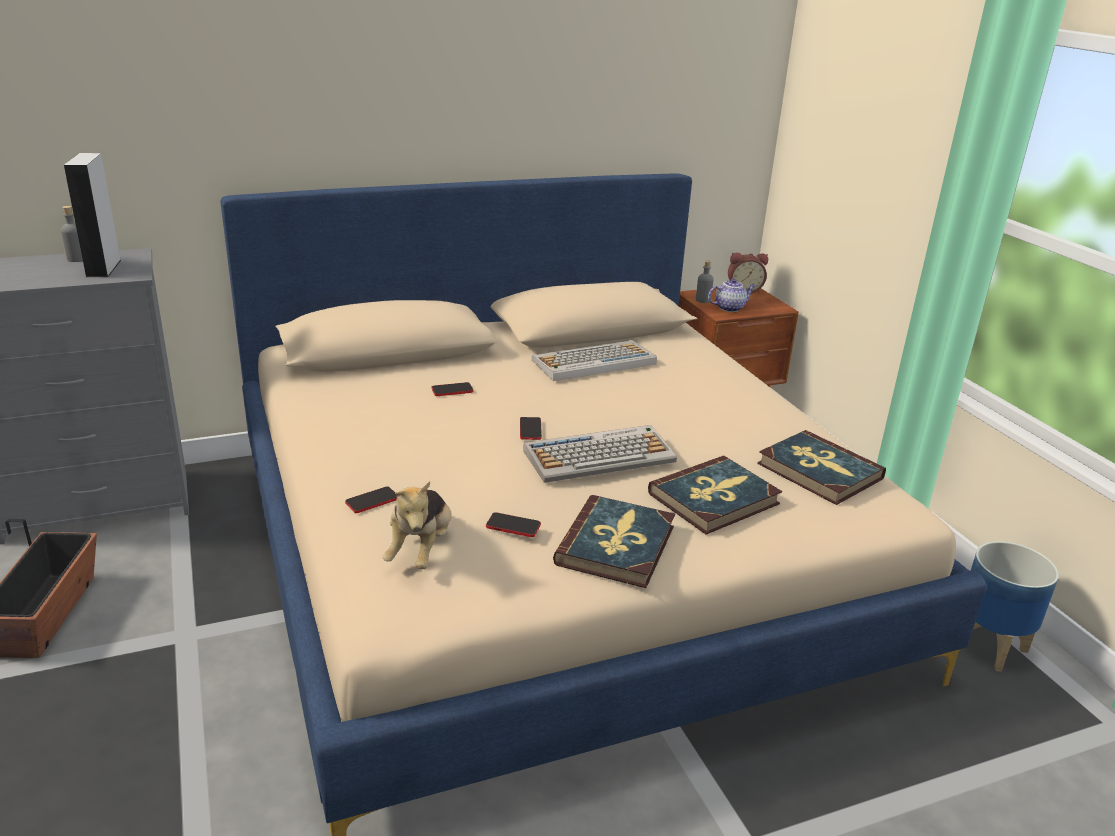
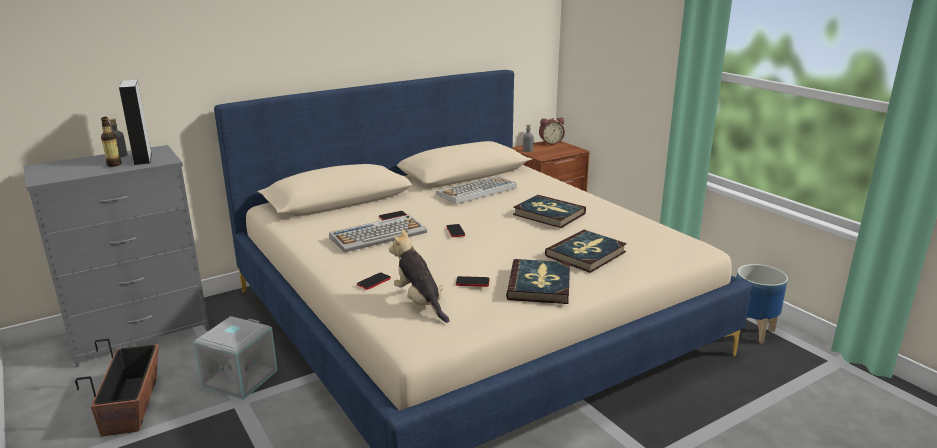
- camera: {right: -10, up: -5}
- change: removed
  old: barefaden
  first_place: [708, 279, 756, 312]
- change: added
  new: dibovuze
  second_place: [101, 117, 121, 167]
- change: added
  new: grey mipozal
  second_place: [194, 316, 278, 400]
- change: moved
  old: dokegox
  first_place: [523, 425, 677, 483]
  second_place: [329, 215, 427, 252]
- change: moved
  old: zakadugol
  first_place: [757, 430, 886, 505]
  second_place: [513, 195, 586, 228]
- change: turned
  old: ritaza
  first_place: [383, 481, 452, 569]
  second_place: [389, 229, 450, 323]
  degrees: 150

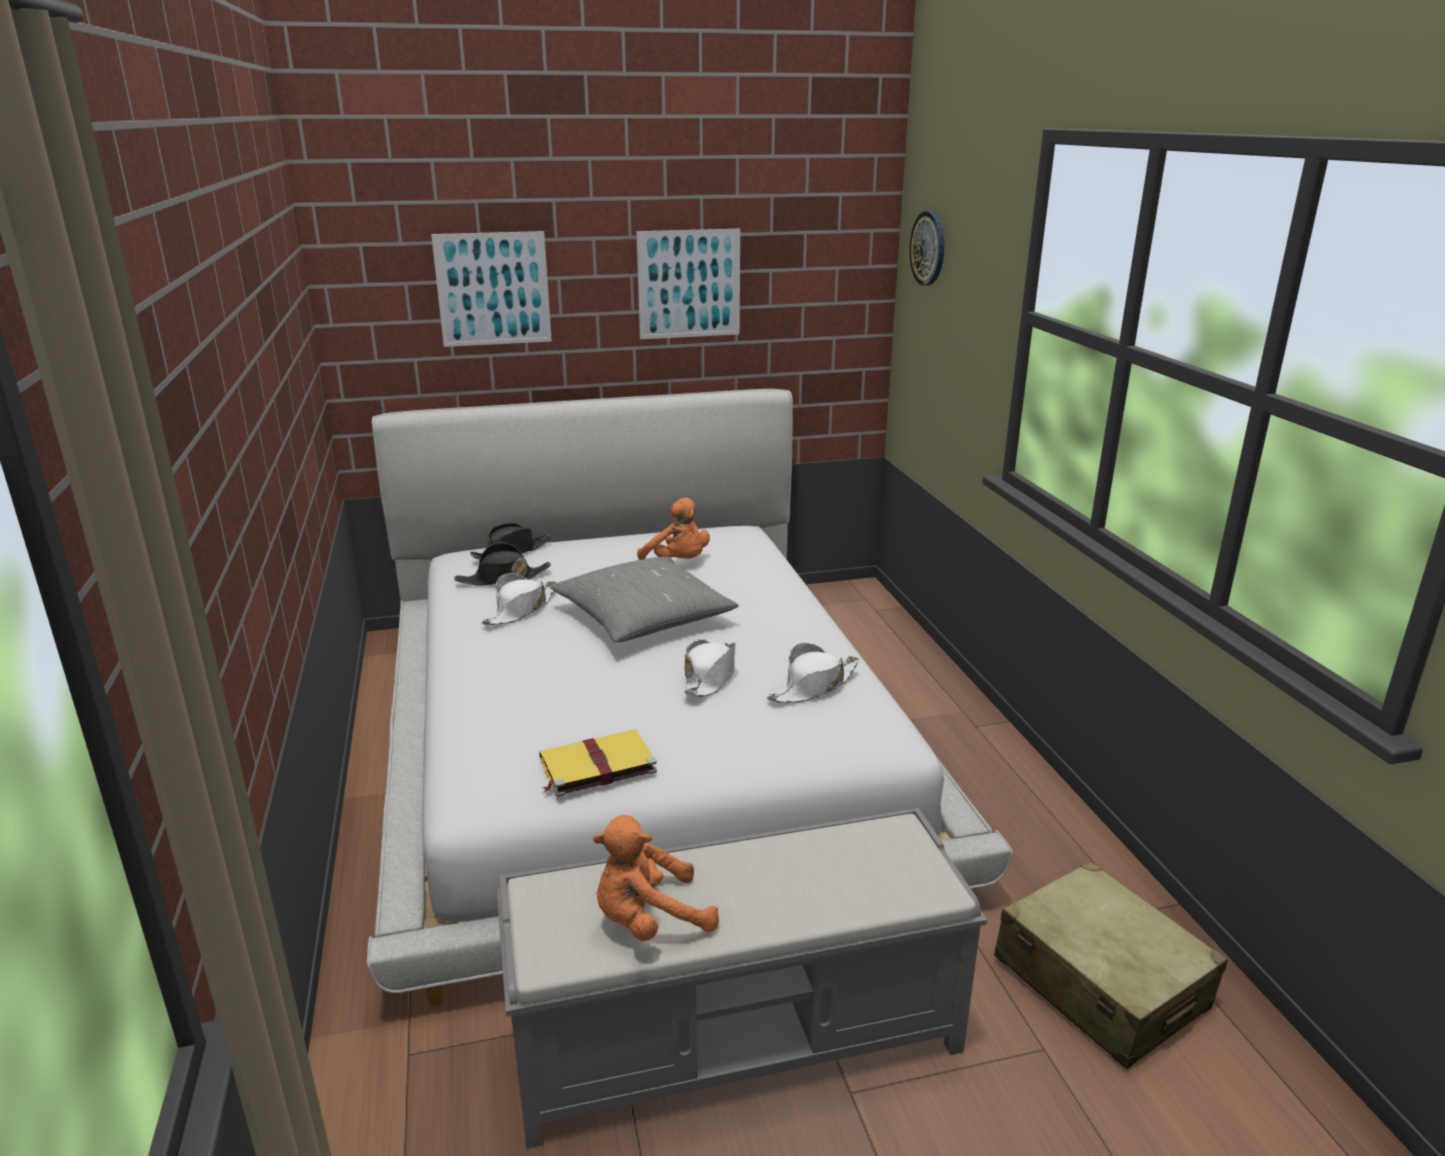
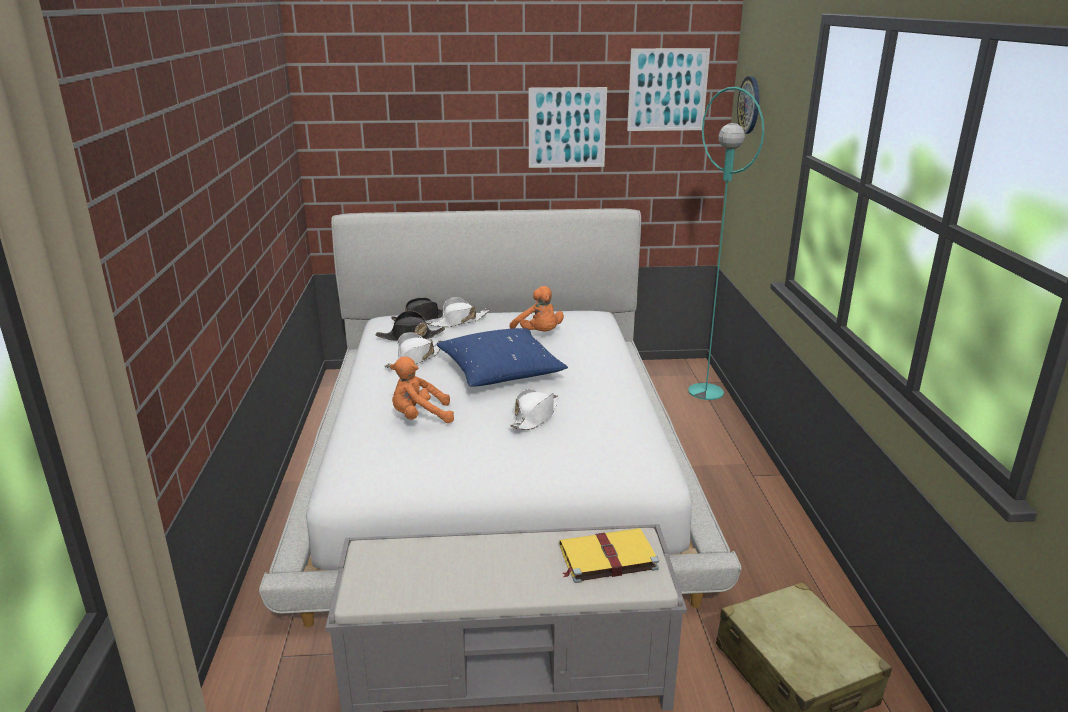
- camera: {right: 10, up: 0}
- change: added
  new: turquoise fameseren
  second_place: [688, 87, 764, 400]
- change: moved
  old: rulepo
  first_place: [431, 231, 552, 347]
  second_place: [627, 48, 710, 131]
- change: moved
  old: yellow zakadugol
  first_place: [539, 730, 657, 797]
  second_place: [559, 528, 659, 583]
- change: moved
  old: orange ritaza
  first_place: [593, 815, 719, 941]
  second_place: [390, 356, 454, 423]
- change: moved
  old: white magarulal
  first_place: [767, 643, 860, 703]
  second_place: [427, 297, 489, 327]
- change: recoloured
  old: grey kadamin
  new: blue kadamin
  first_place: [550, 556, 739, 642]
  second_place: [436, 328, 568, 387]

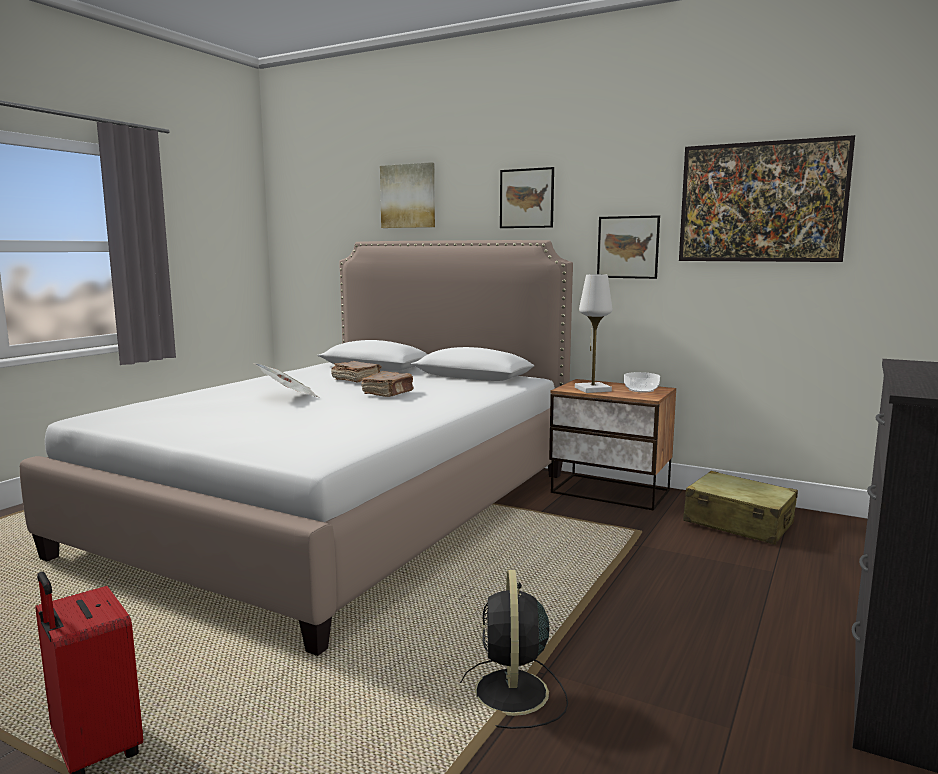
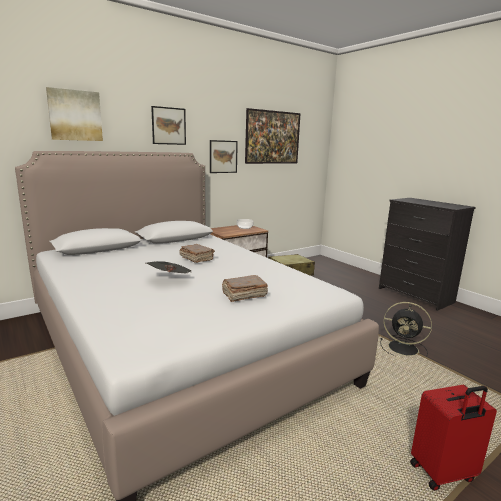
- camera: {right: -65, up: 5}
- change: removed
  old: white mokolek
  first_place: [575, 274, 612, 393]
- change: moved
  old: brown zakadugol
  first_place: [331, 361, 381, 382]
  second_place: [222, 275, 268, 302]

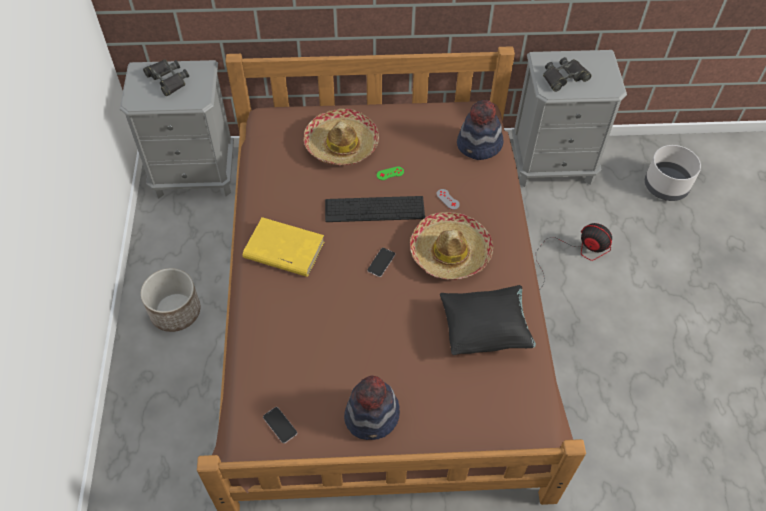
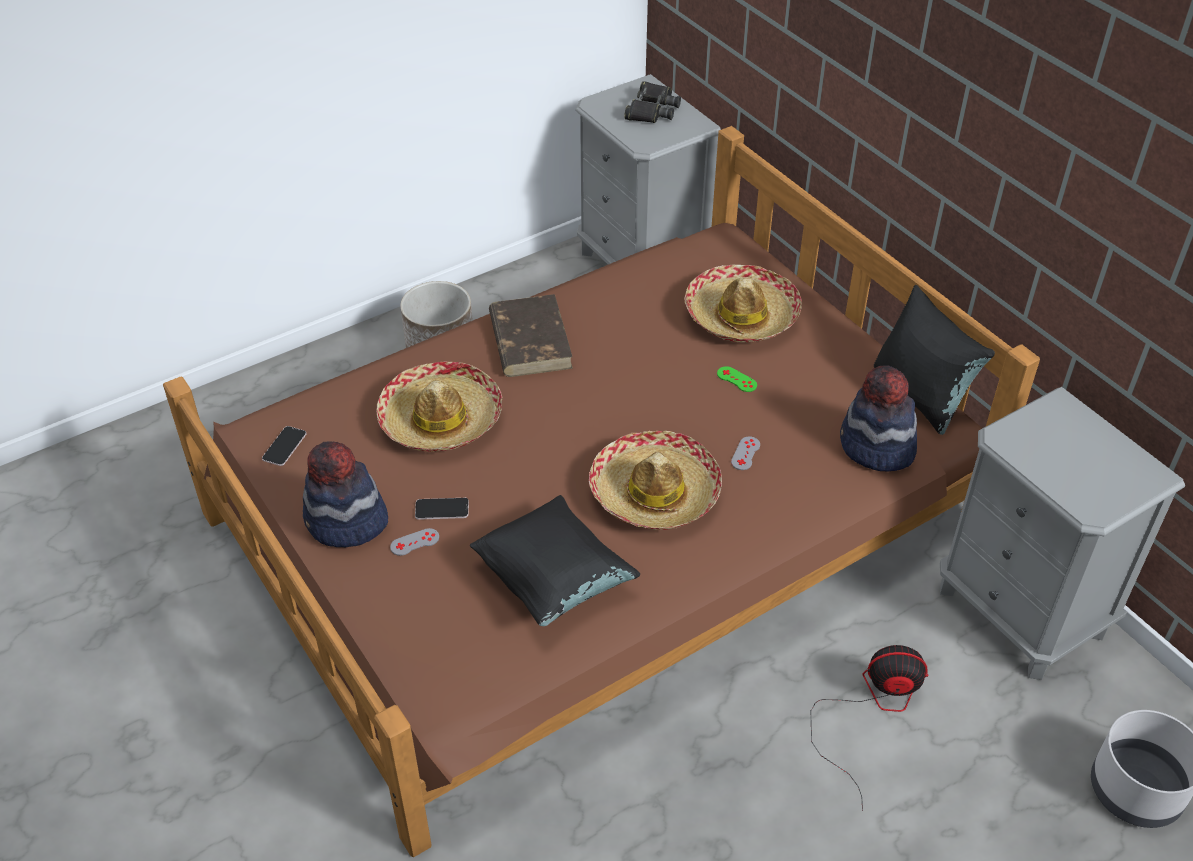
- camera: {right: 60, up: -10}
- change: removed
  old: dokegox
  first_place: [325, 196, 425, 222]
- change: removed
  old: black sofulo
  first_place: [543, 57, 592, 92]
- change: added
  new: magarulal
  second_place: [376, 361, 503, 452]
- change: added
  new: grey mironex
  second_place: [390, 528, 439, 556]
- change: added
  new: black kadamin
  second_place: [874, 285, 995, 435]
- change: moved
  old: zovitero
  first_place: [367, 248, 395, 277]
  second_place: [415, 498, 469, 520]
- change: recoloured
  old: yellow zakadugol
  new: brown zakadugol
  first_place: [242, 217, 325, 277]
  second_place: [489, 294, 573, 377]
- change: turned
  old: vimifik
  first_place: [536, 223, 612, 289]
  second_place: [811, 645, 929, 811]
  degrees: -90

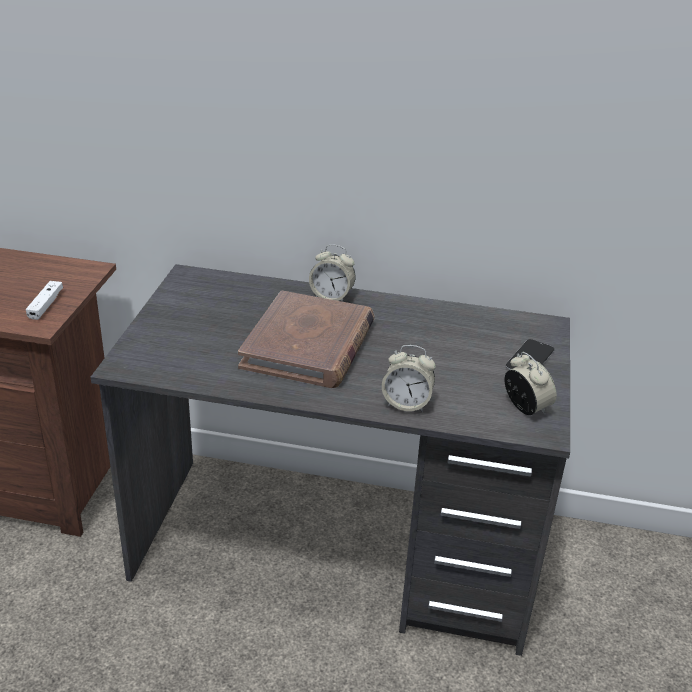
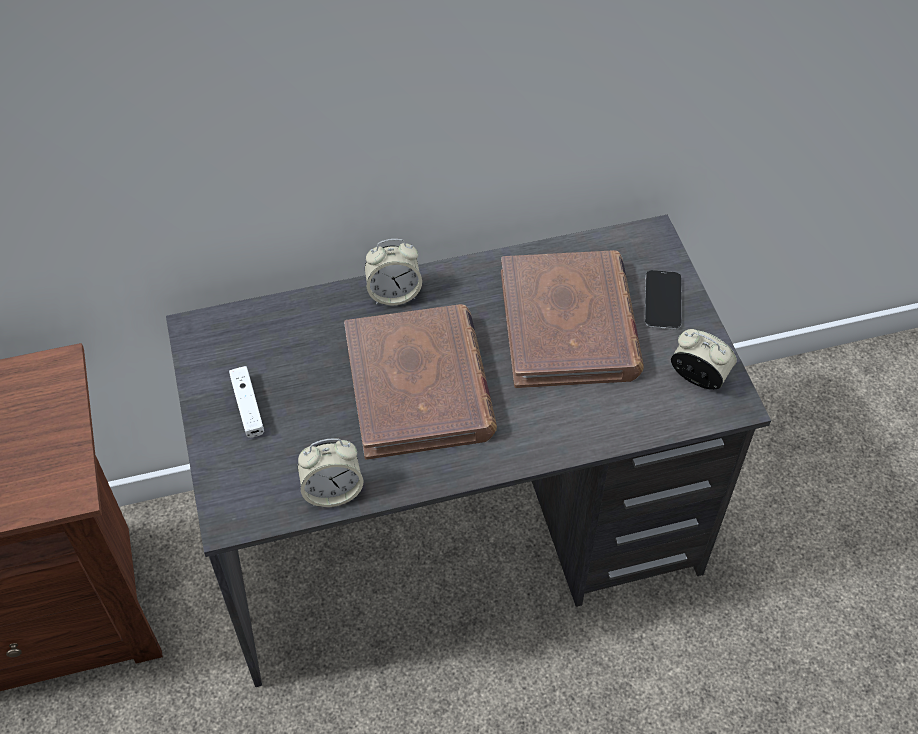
- camera: {right: -25, up: 20}
- change: added
  new: brown zakadugol
  second_place: [501, 250, 644, 388]
- change: moved
  old: white mironex
  first_place: [26, 281, 63, 320]
  second_place: [229, 366, 264, 438]
- change: moved
  old: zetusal
  first_place: [382, 345, 436, 412]
  second_place: [298, 439, 363, 507]

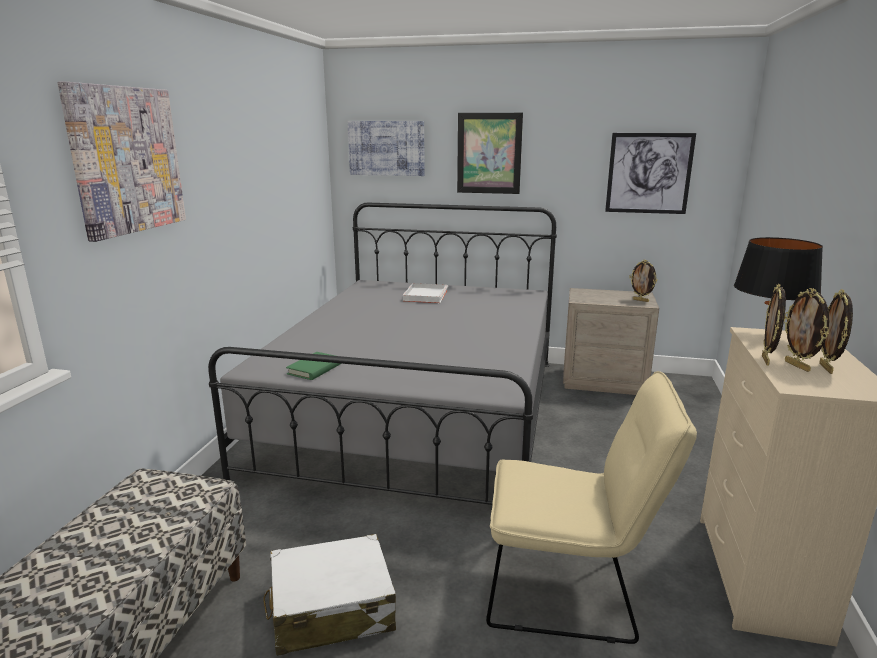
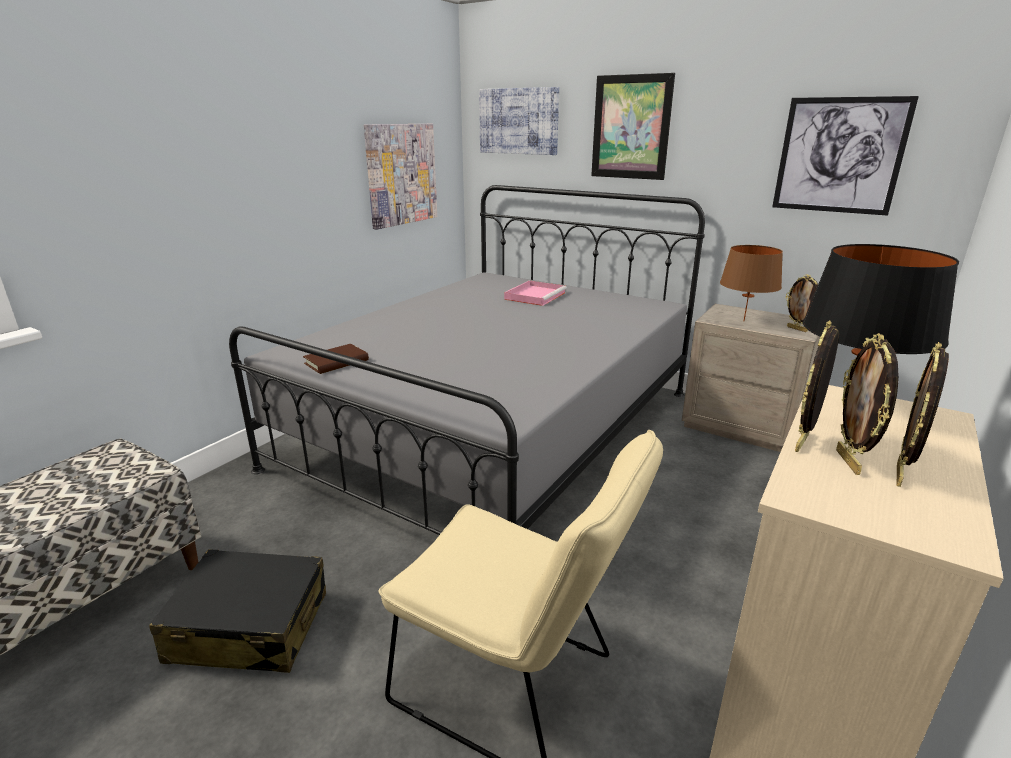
- camera: {right: 20, up: 5}
- change: added
  new: brown mokolek
  second_place: [720, 245, 783, 321]
- change: moved
  old: rulepo
  first_place: [58, 81, 186, 242]
  second_place: [364, 124, 437, 230]
- change: recoloured
  old: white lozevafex
  new: black lozevafex
  first_place: [263, 534, 396, 656]
  second_place: [149, 549, 326, 673]
- change: recoloured
  old: green zakadugol
  new: brown zakadugol
  first_place: [286, 352, 341, 380]
  second_place: [303, 344, 369, 374]
- change: recoloured
  old: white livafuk
  new: pink livafuk
  first_place: [403, 283, 448, 303]
  second_place: [504, 281, 567, 306]

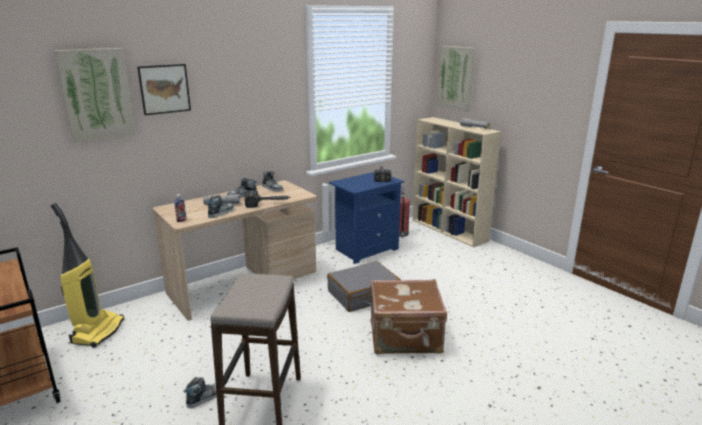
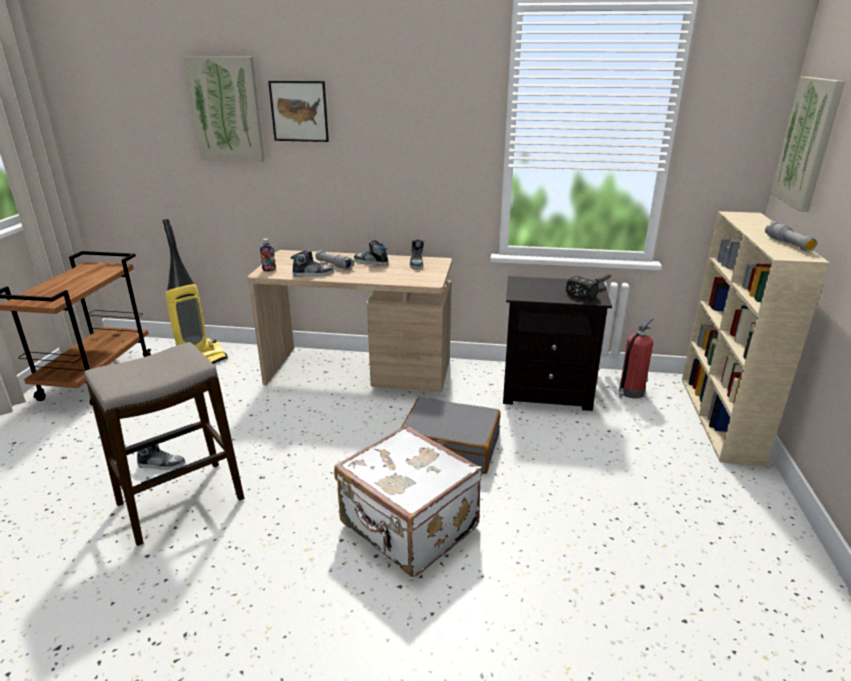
- camera: {right: 45, up: 5}
- change: removed
  old: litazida
  first_place: [245, 190, 291, 208]
- change: recoloured
  old: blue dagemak
  new: black dagemak
  first_place: [328, 172, 404, 264]
  second_place: [503, 276, 612, 411]
- change: recoloured
  old: brown lozevafex
  new: white lozevafex
  first_place: [371, 279, 447, 354]
  second_place: [334, 425, 482, 577]

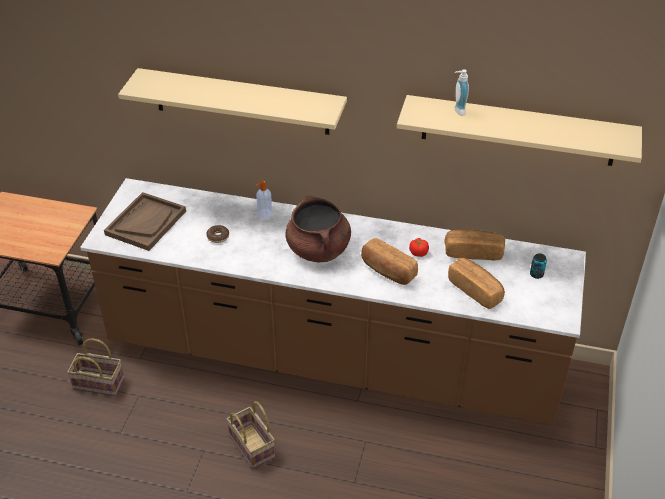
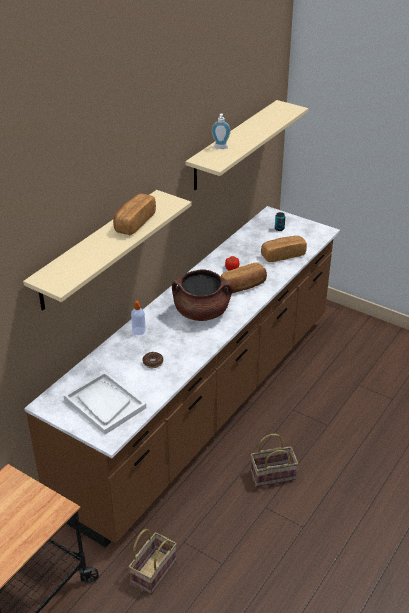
- camera: {right: -70, up: -5}
- change: moved
  old: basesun
  first_place: [444, 230, 505, 261]
  second_place: [113, 194, 156, 235]
- change: recoloured
  old: brown livafuk
  new: white livafuk
  first_place: [104, 192, 186, 251]
  second_place: [64, 371, 146, 435]

